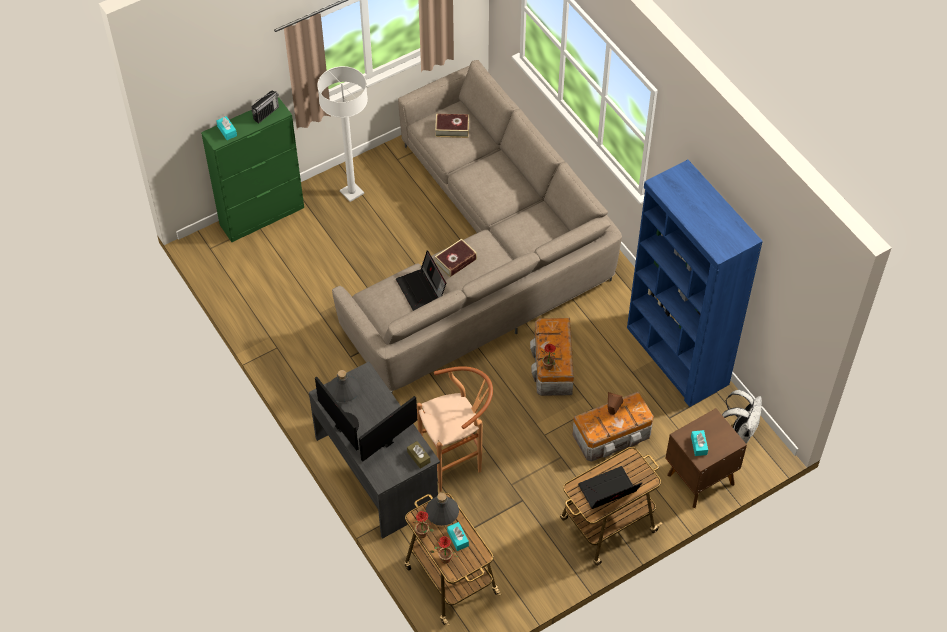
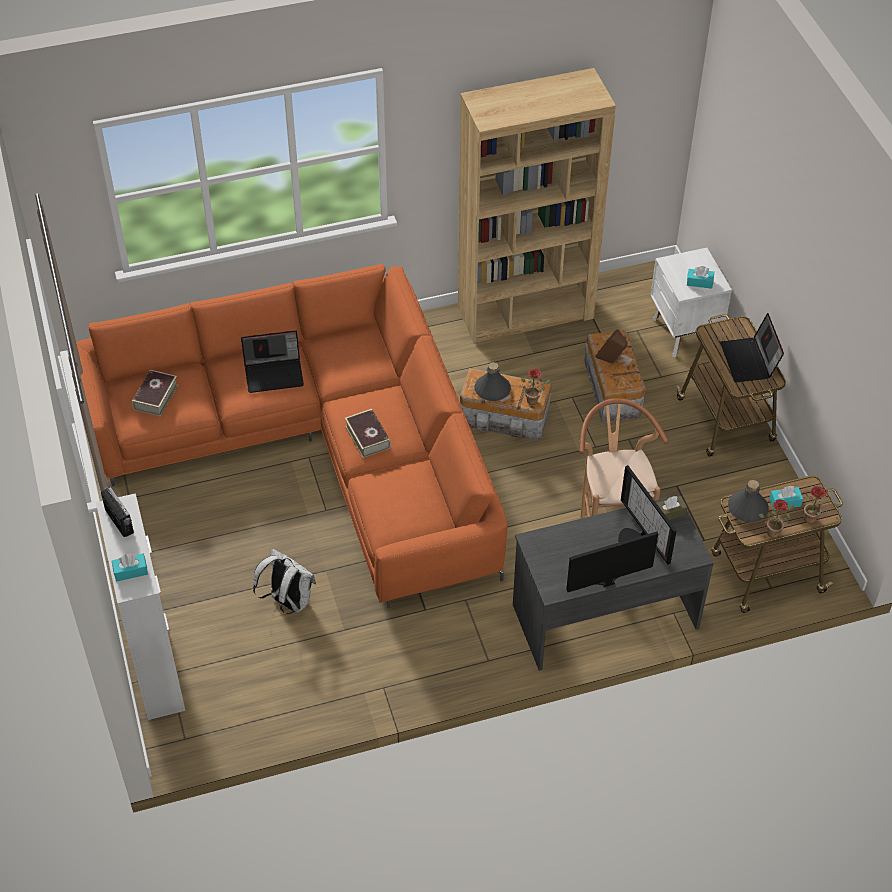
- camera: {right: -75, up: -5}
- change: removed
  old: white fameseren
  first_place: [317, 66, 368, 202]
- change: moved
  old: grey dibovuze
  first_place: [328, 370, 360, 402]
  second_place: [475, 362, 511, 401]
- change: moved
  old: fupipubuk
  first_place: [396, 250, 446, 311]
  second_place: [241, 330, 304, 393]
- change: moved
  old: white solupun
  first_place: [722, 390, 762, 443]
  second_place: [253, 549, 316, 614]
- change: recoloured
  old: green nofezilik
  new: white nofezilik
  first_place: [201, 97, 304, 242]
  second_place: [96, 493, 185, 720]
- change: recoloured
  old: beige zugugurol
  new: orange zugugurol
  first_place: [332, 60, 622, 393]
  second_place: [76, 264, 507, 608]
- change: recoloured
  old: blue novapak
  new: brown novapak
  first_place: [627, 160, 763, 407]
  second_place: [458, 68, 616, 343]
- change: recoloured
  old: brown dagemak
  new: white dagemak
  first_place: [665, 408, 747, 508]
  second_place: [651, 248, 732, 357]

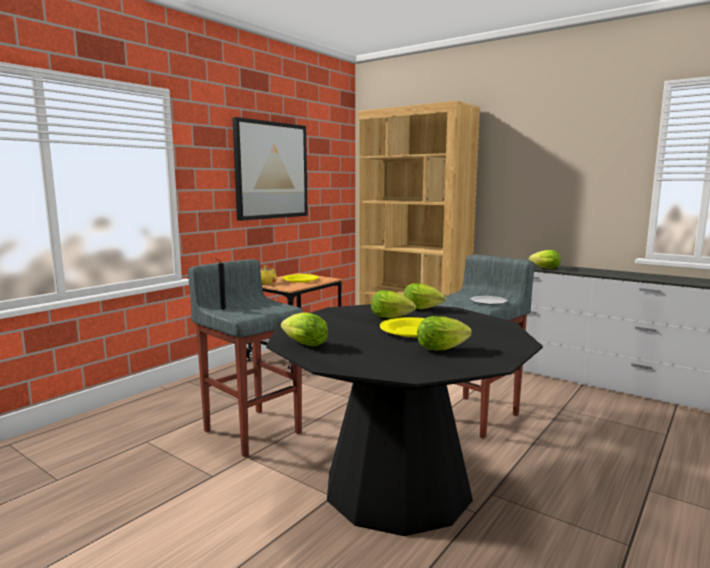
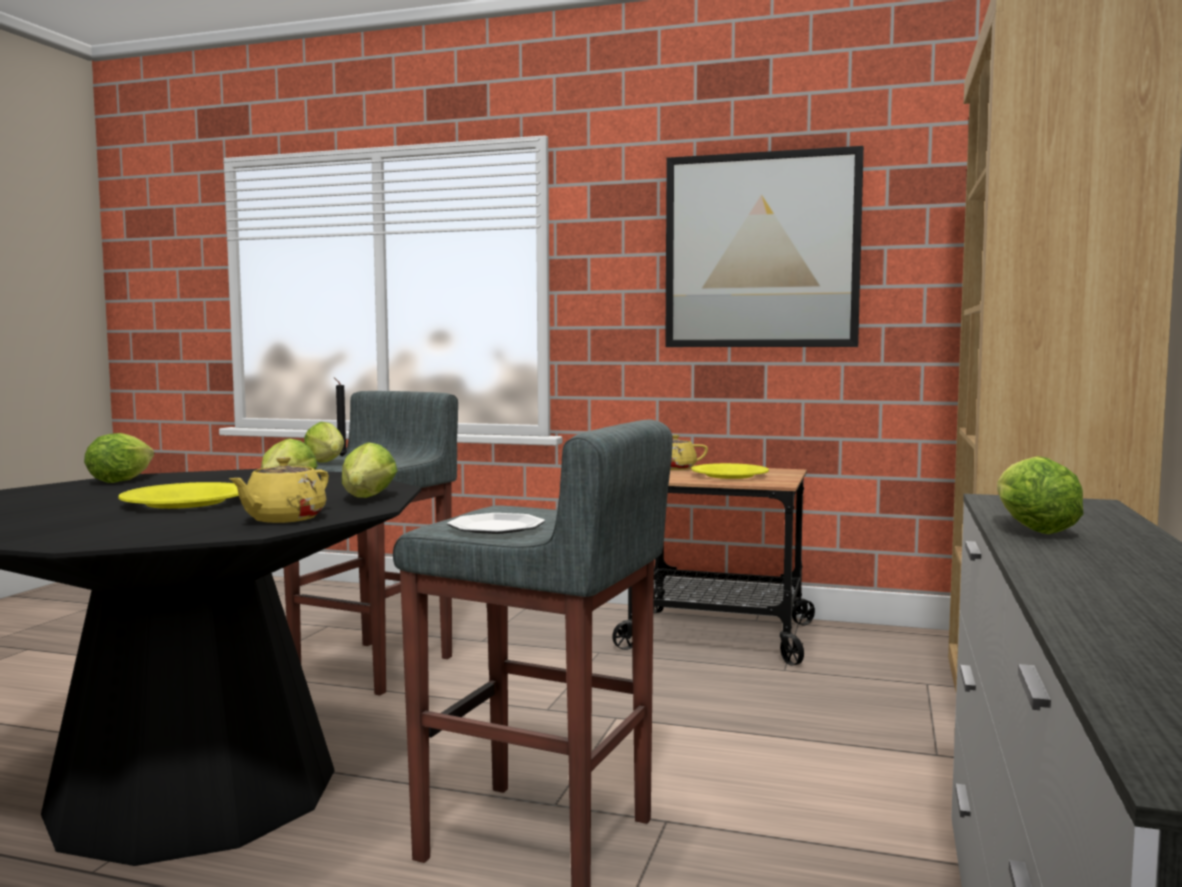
- camera: {right: 70, up: -5}
- change: added
  new: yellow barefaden
  second_place: [229, 457, 329, 523]
- change: moved
  old: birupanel
  first_place: [417, 316, 472, 350]
  second_place: [304, 422, 344, 463]

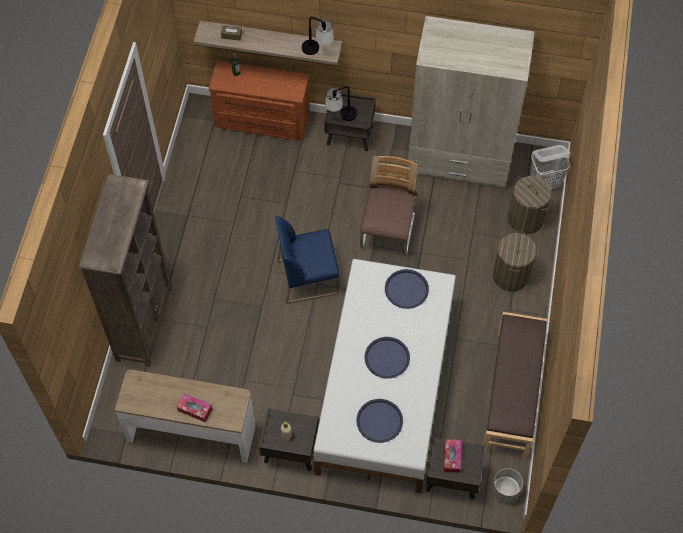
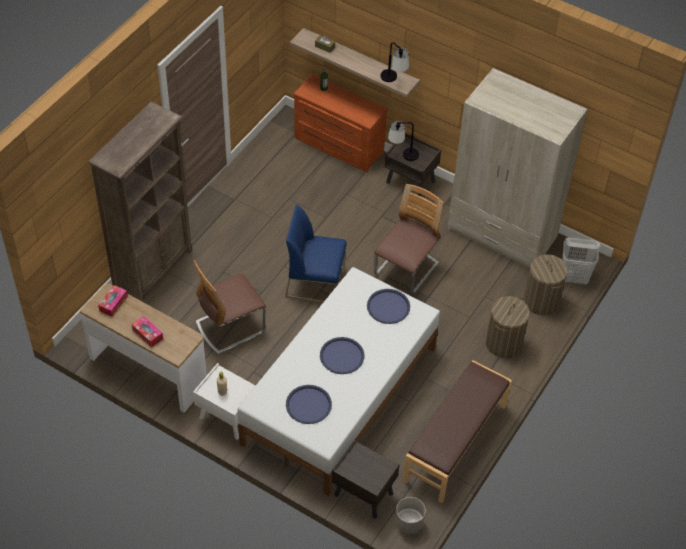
- camera: {right: 20, up: -10}
- change: added
  new: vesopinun
  second_place: [193, 260, 266, 354]
- change: moved
  old: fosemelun
  first_place: [444, 439, 461, 473]
  second_place: [98, 285, 128, 317]
- change: recoloured
  old: brown dagemak
  new: white dagemak
  first_place: [259, 408, 319, 471]
  second_place: [193, 363, 256, 440]

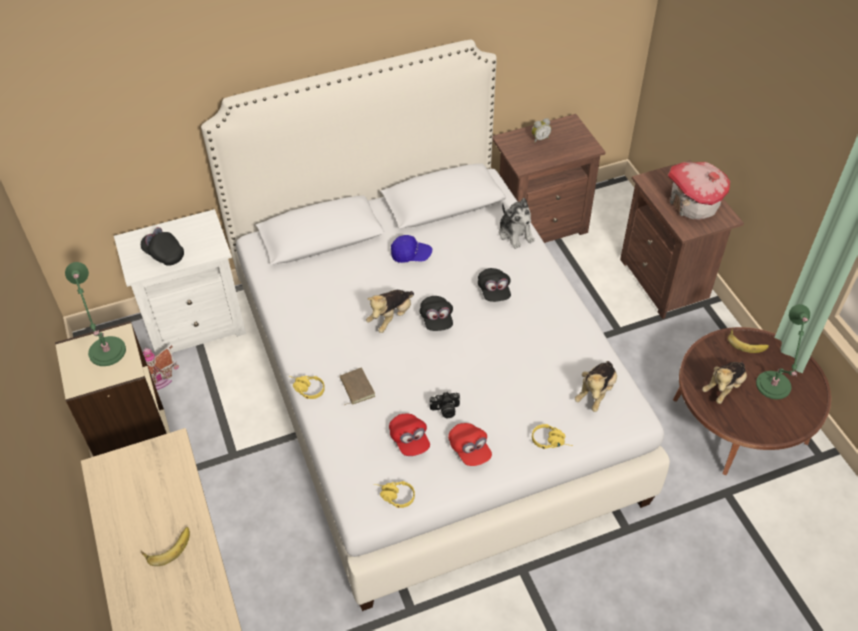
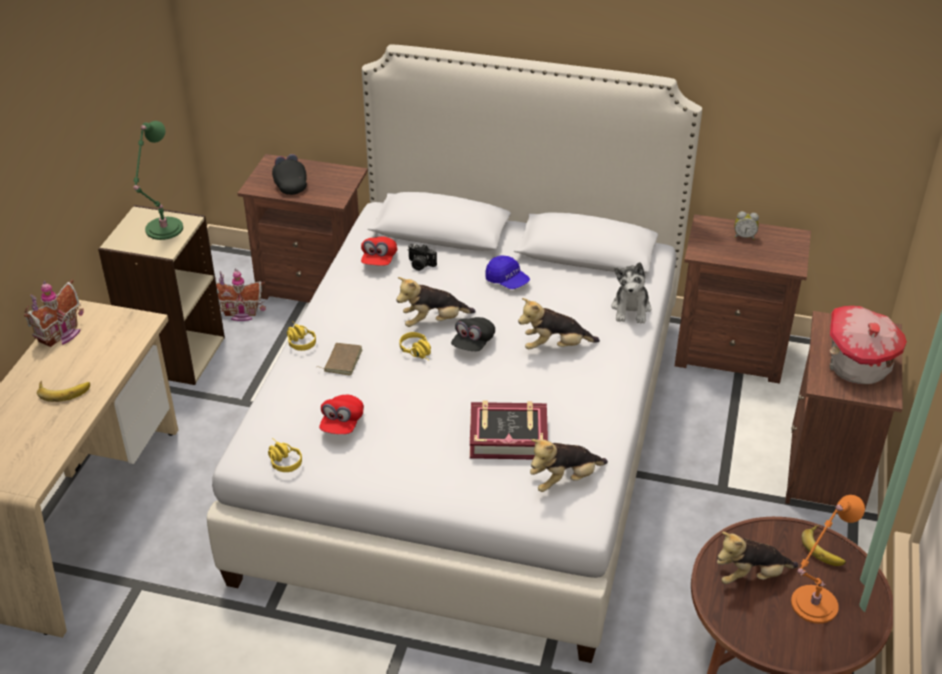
- camera: {right: 35, up: -10}
- change: added
  new: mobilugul
  second_place: [24, 280, 84, 347]
- change: added
  new: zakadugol
  second_place: [470, 401, 548, 459]
- change: moved
  old: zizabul
  first_place: [430, 392, 460, 418]
  second_place: [408, 244, 437, 271]
- change: moved
  old: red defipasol
  first_place: [448, 423, 492, 466]
  second_place: [361, 236, 397, 266]
- change: moved
  old: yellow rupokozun
  first_place: [532, 424, 573, 449]
  second_place: [400, 332, 431, 360]
- change: replaced
  old: black defipasol
  new: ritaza
  first_place: [478, 268, 511, 302]
  second_place: [518, 298, 600, 349]
- change: recoloured
  old: white dagemak
  new: brown dagemak
  first_place: [114, 209, 246, 356]
  second_place: [237, 154, 368, 303]
- change: recoloured
  old: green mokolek
  new: orange mokolek
  first_place: [756, 304, 810, 399]
  second_place: [791, 495, 865, 624]

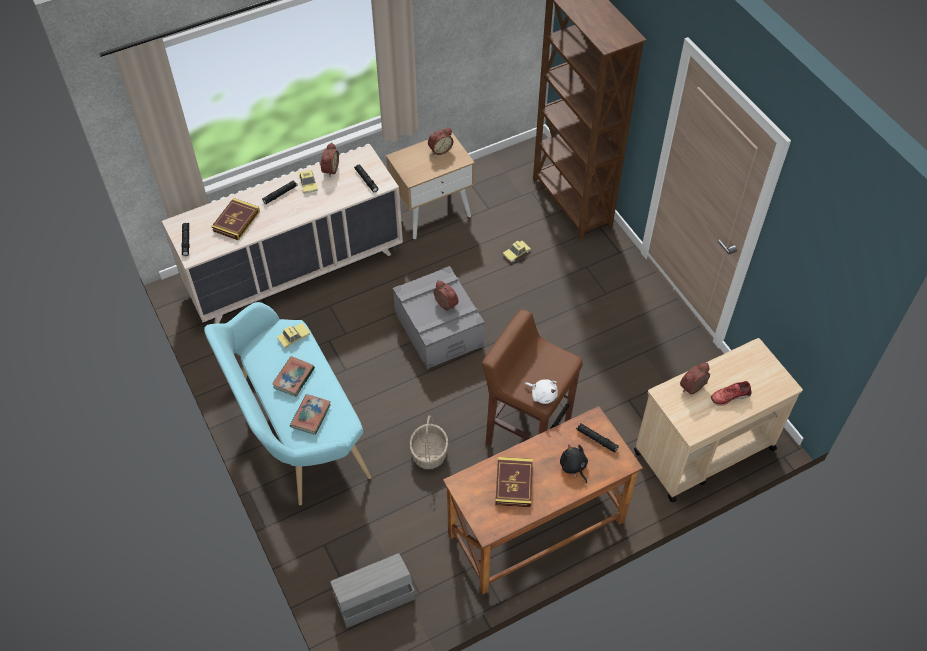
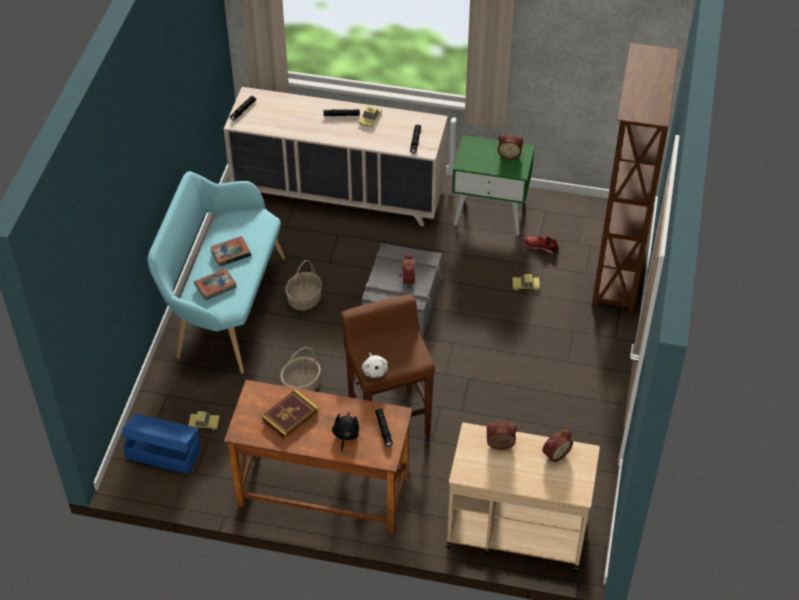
- camera: {right: 40, up: -5}
- change: removed
  old: zakadugol
  first_place: [211, 198, 260, 240]
- change: added
  new: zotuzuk
  second_place: [285, 260, 322, 311]
- change: moved
  old: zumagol
  first_place: [277, 323, 310, 348]
  second_place: [188, 411, 219, 430]
- change: moved
  old: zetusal
  first_place: [319, 143, 339, 176]
  second_place: [542, 429, 573, 462]
- change: moved
  old: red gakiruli
  first_place: [711, 381, 752, 405]
  second_place: [524, 236, 559, 254]
- change: recoloured
  old: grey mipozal
  new: blue mipozal
  first_place: [330, 553, 415, 628]
  second_place: [122, 413, 200, 474]
- change: recoloured
  old: beige dagemak
  new: green dagemak
  first_place: [386, 133, 475, 239]
  second_place: [452, 135, 535, 235]

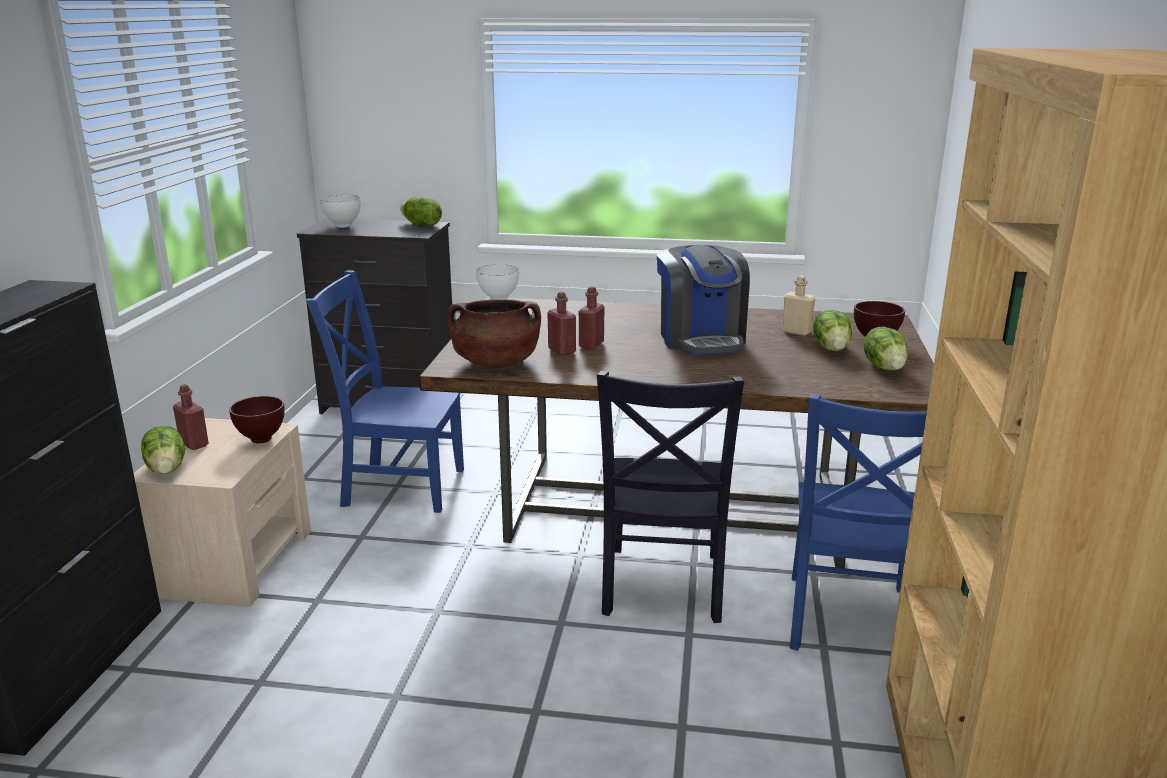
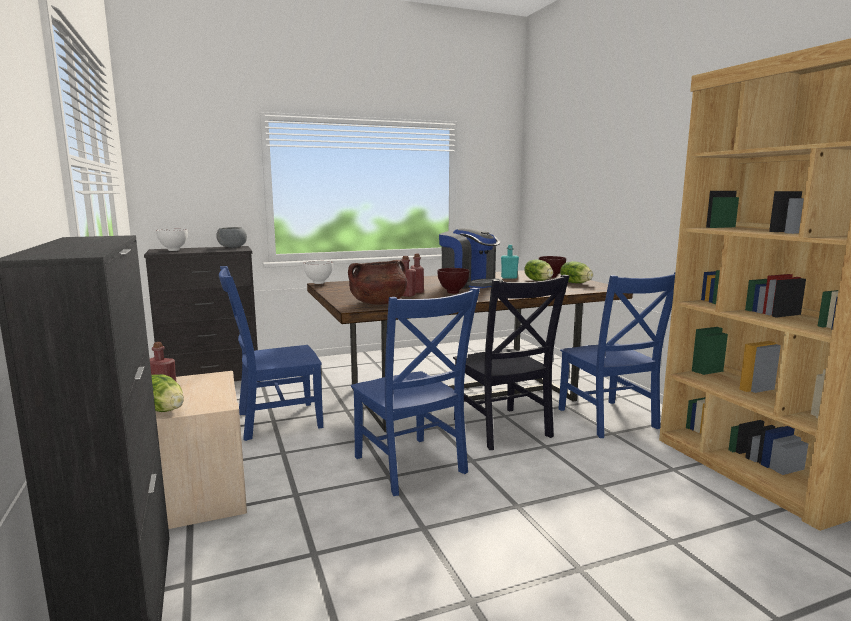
- camera: {right: -30, up: -10}
- change: added
  new: blue vesopinun
  second_place: [351, 288, 480, 496]
- change: moved
  old: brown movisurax
  first_place: [229, 396, 285, 444]
  second_place: [437, 268, 469, 294]
- change: replaced
  old: birupanel
  new: grey movisurax
  first_place: [401, 196, 442, 226]
  second_place: [216, 227, 247, 248]
- change: recoloured
  old: beige dibovuze
  new: turquoise dibovuze
  first_place: [782, 276, 816, 336]
  second_place: [501, 245, 519, 279]

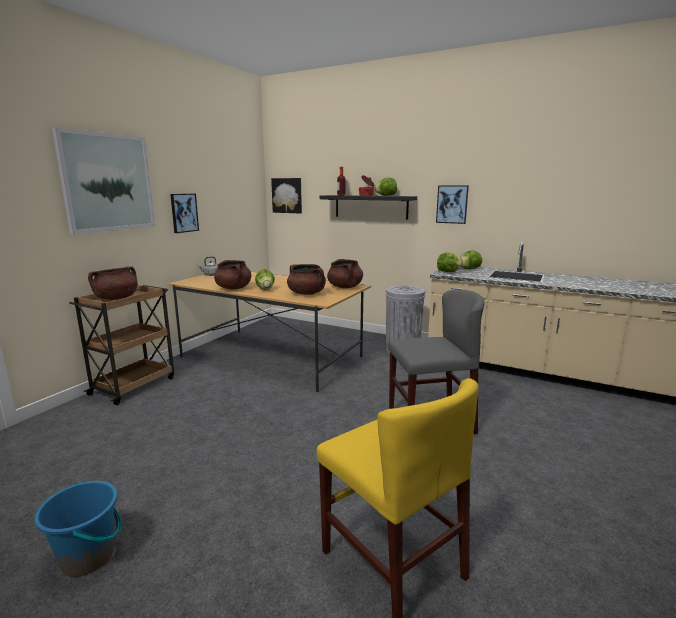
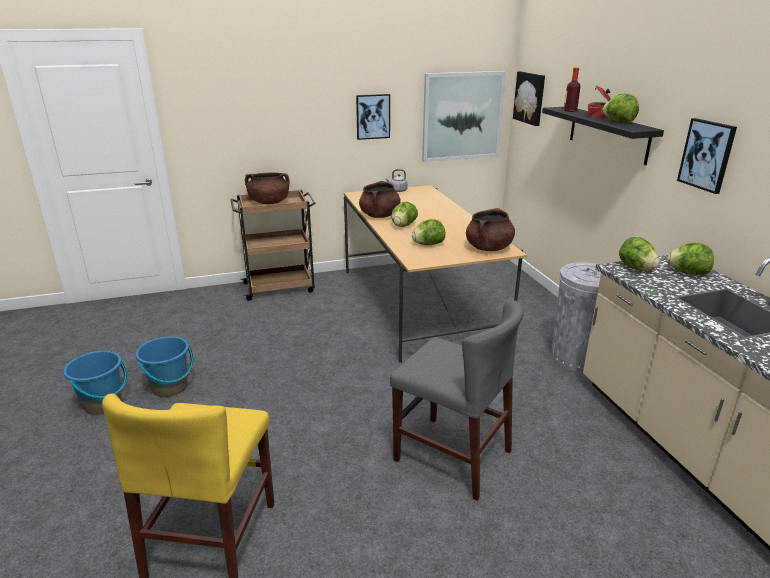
- camera: {right: 45, up: 10}
- change: added
  new: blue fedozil
  second_place: [135, 336, 194, 397]
- change: moved
  old: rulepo
  first_place: [52, 127, 156, 234]
  second_place: [422, 71, 506, 162]
- change: replaced
  old: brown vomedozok
  new: birupanel
  first_place: [287, 264, 326, 295]
  second_place: [412, 219, 445, 245]

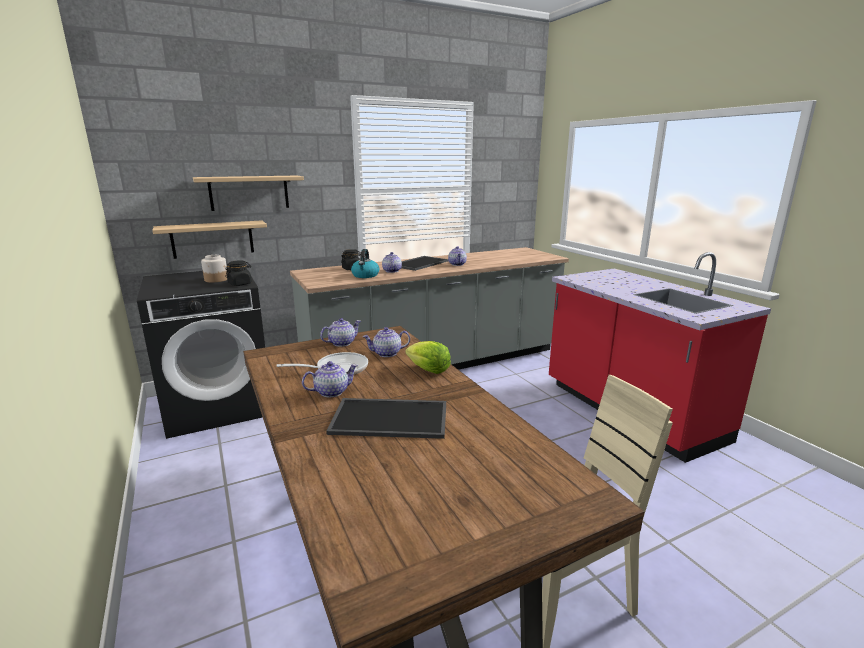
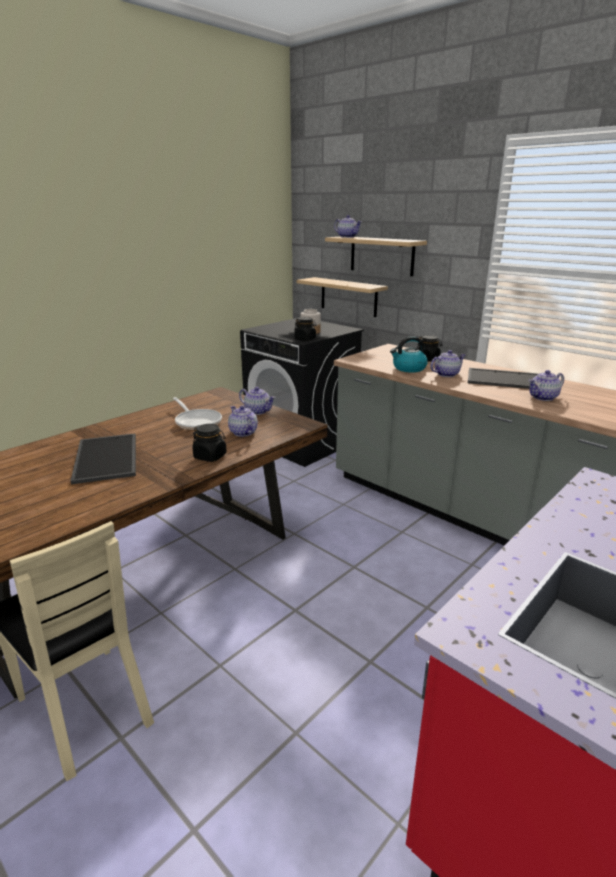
- camera: {right: 70, up: 5}
- change: moved
  old: barefaden
  first_place: [302, 361, 358, 397]
  second_place: [334, 215, 362, 238]
- change: replaced
  old: birupanel
  new: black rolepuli
  first_place: [405, 341, 451, 374]
  second_place: [193, 424, 227, 462]

